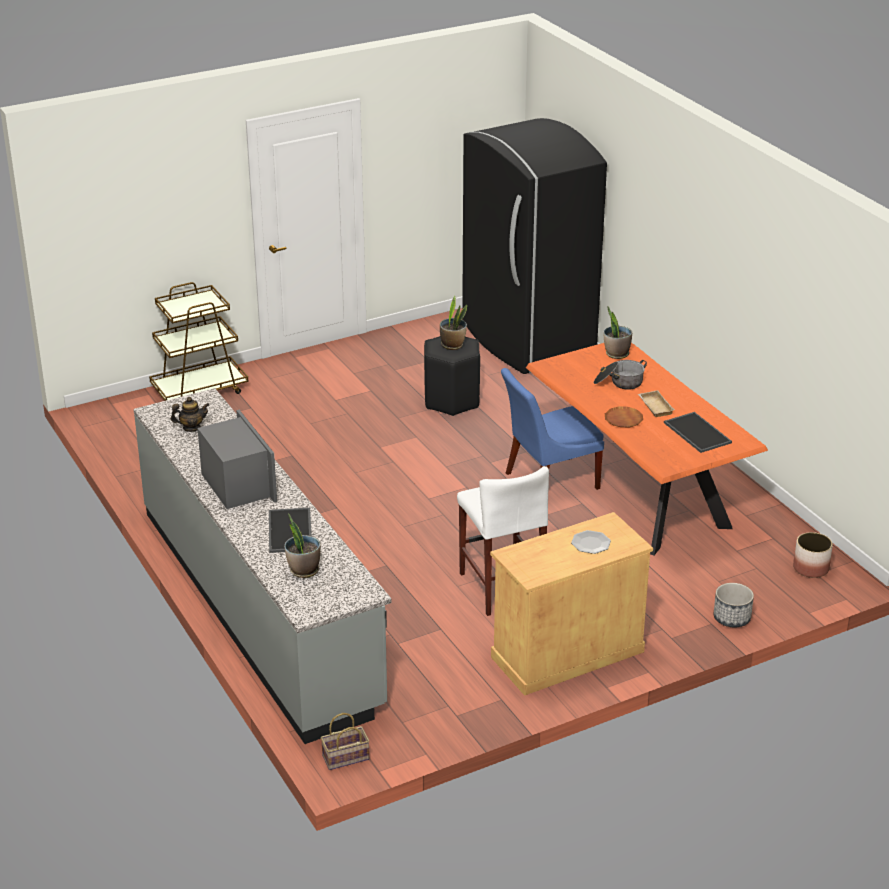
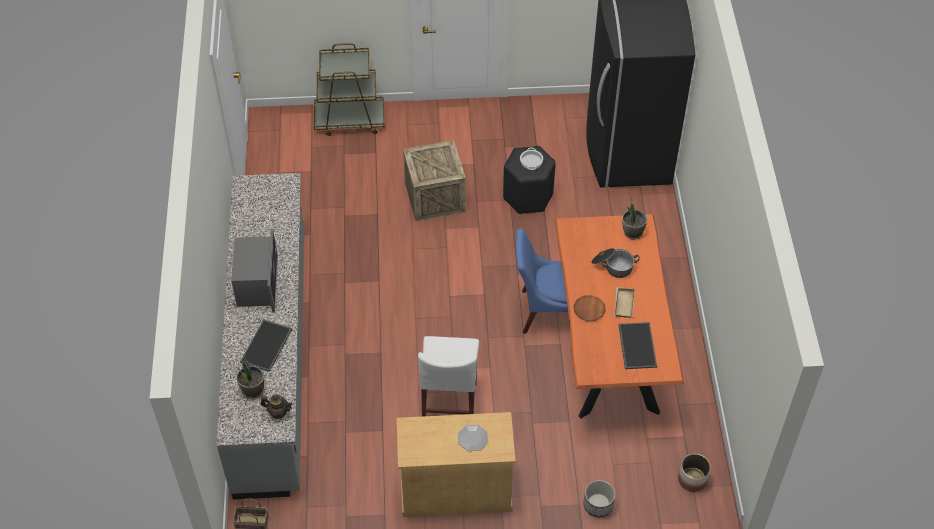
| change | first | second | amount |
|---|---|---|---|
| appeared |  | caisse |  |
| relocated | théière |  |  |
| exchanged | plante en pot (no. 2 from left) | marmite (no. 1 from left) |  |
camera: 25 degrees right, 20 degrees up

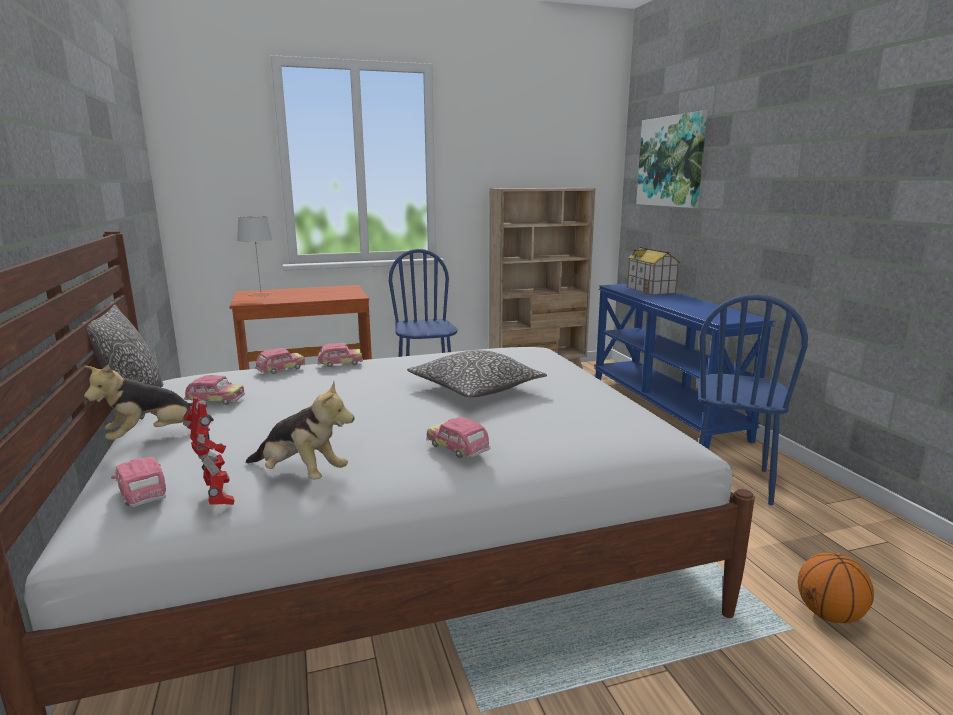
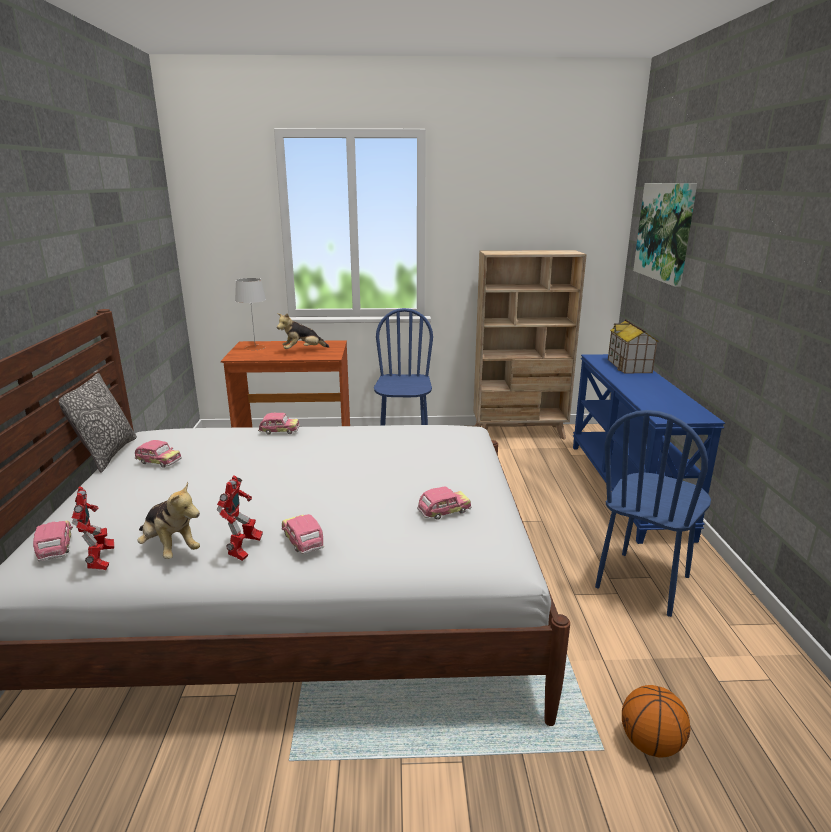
| change | first | second | amount |
|---|---|---|---|
| missing | coussin (no. 2 from left) |  |  |
| appeared |  | robot jouet (no. 2 from left) |  |
| relocated | peluche (no. 1 from left in the first image) | peluche (no. 2 from left) |  |
| relocated | petite voiture (no. 3 from left in the first image) | petite voiture (no. 5 from left) |  |
camera: 15 degrees right, 5 degrees up

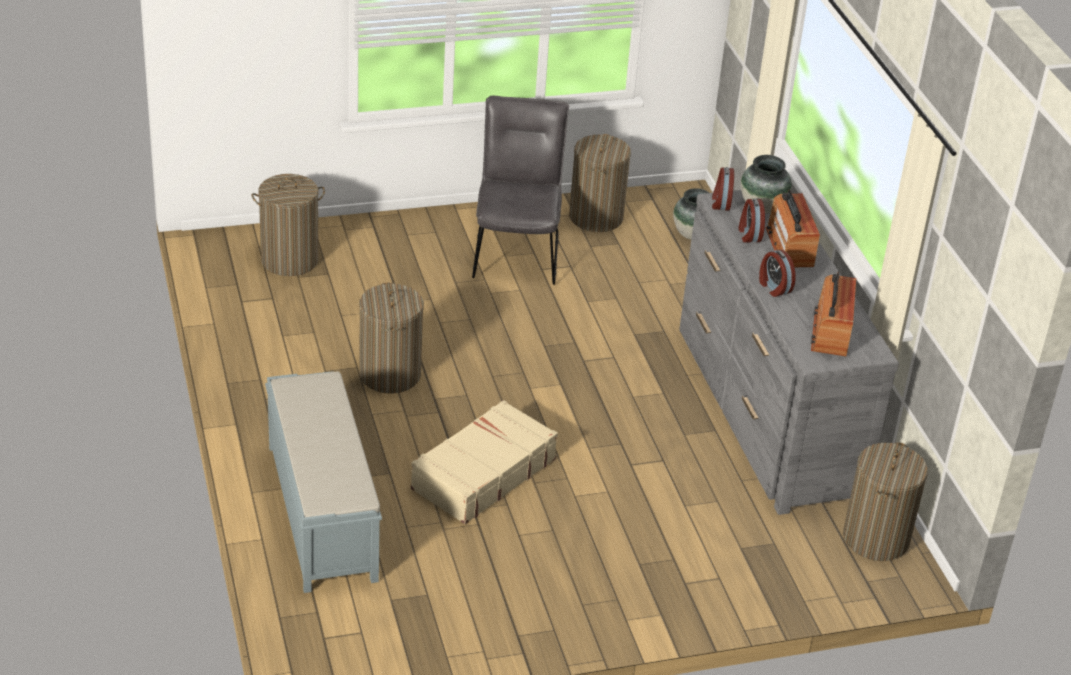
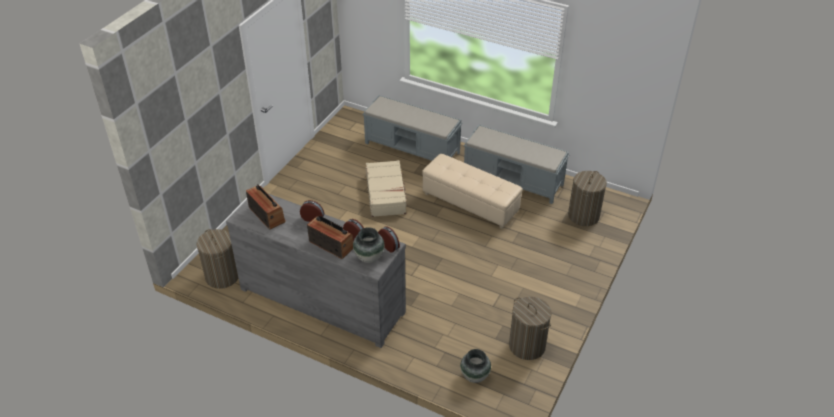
| change | first | second | amount |
|---|---|---|---|
| missing | chaise (gris) |  |  |
| appeared |  | banc (gris) (no. 2 from left) |  |
| exchanged | panier à linge (no. 2 from left) | pouf (beige) |  |
camera: 135 degrees right, 5 degrees up

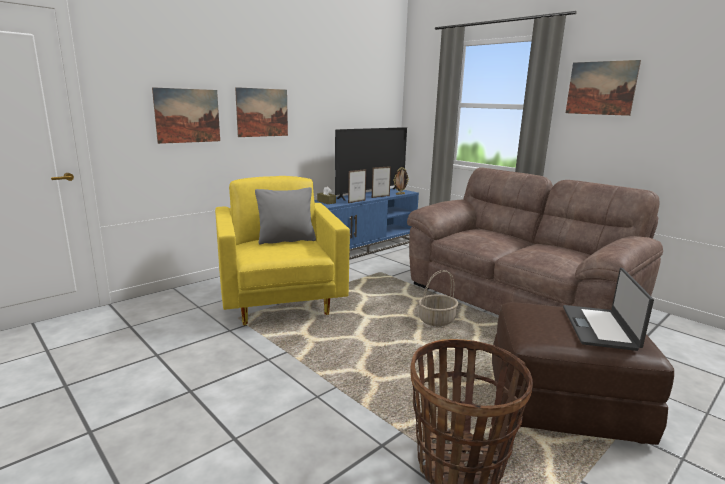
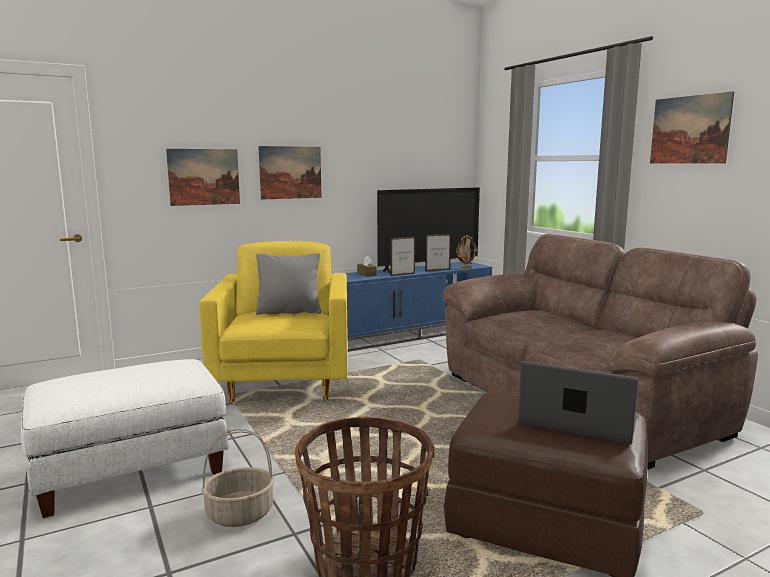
| change | first | second | amount |
|---|---|---|---|
| appeared |  | pouf (blanc) |  |
| relocated | panier (no. 1 from left) |  |  |
| spun | ordinateur portable |  | 90 degrees clockwise |
camera: 15 degrees right, 5 degrees down

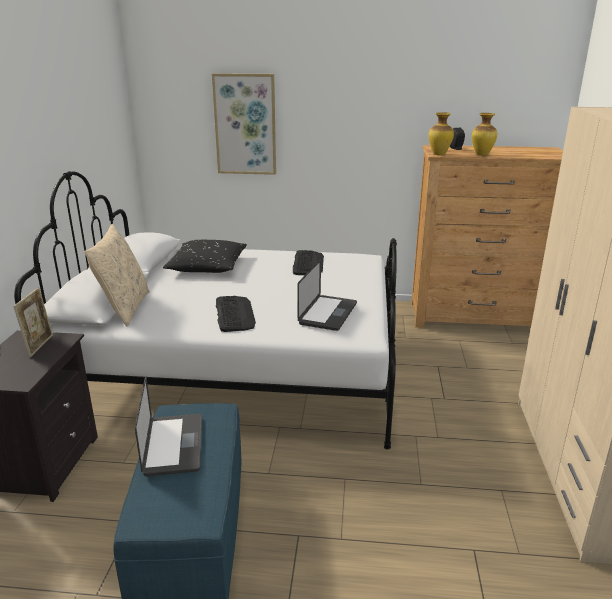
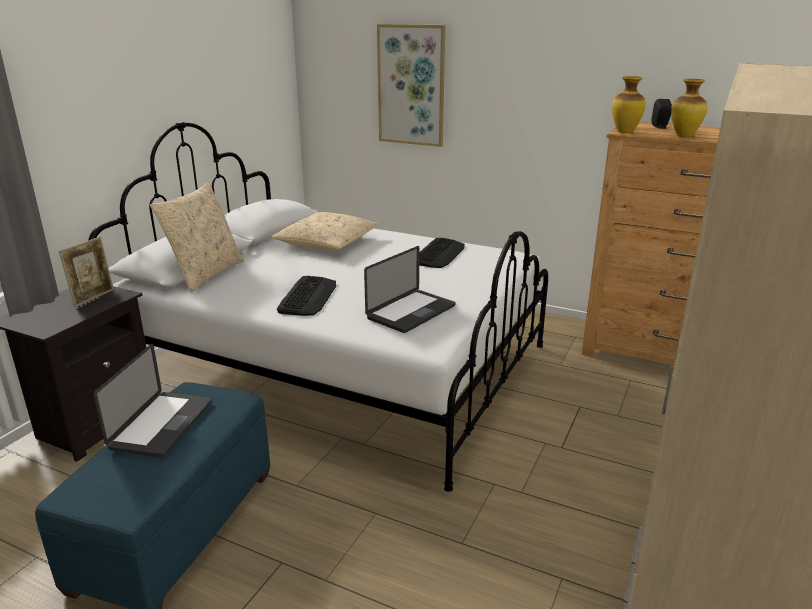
| change | first | second | amount |
|---|---|---|---|
| colour | coussin (noir) | coussin (beige) (no. 2 from left) |  |
camera: 20 degrees right, 0 degrees up

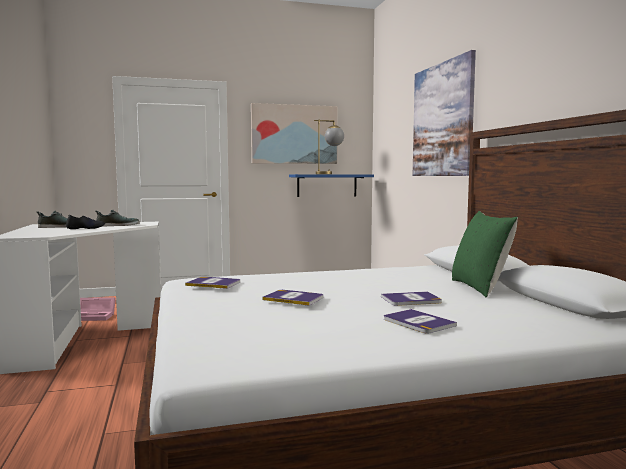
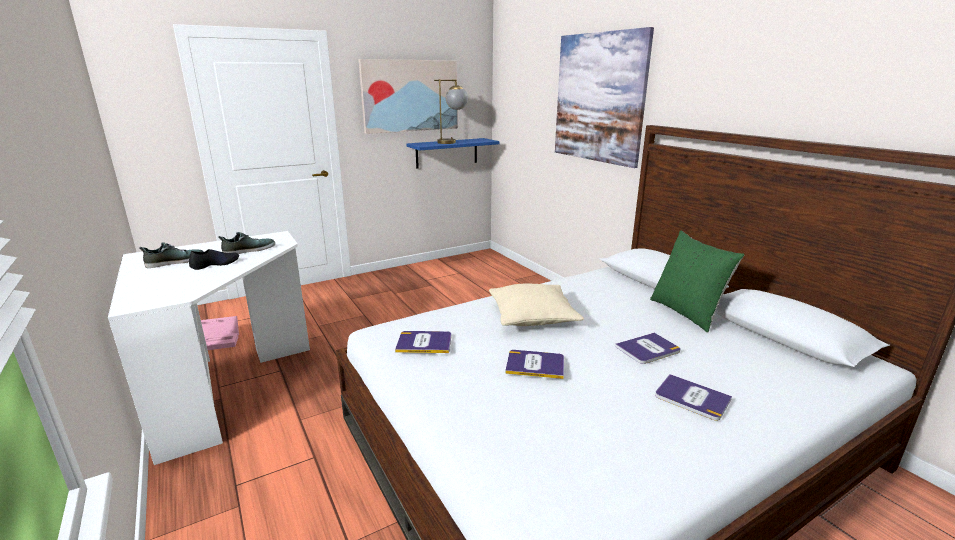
| change | first | second | amount |
|---|---|---|---|
| appeared |  | coussin (beige) |  |
camera: 15 degrees left, 15 degrees up

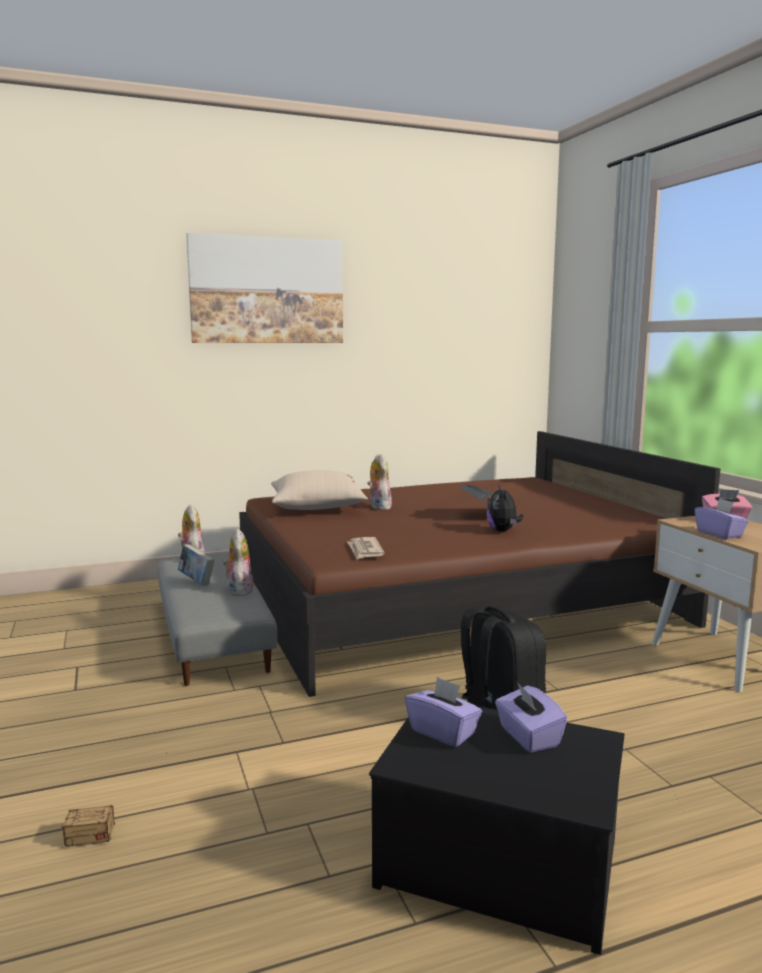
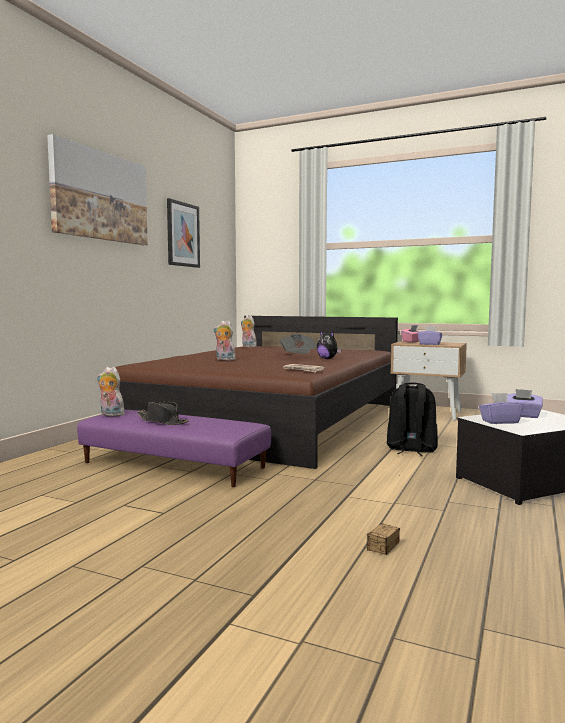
| change | first | second | amount |
|---|---|---|---|
| missing | coussin (beige) |  |  |
| appeared |  | tableau (no. 2 from left) |  |
| relocated | peluche (no. 2 from left in the first image) | peluche (no. 3 from left) |  |
| exchanged | livre | chapeau (noir) |  |
| colour | pouf (gris) | pouf (violet) |  |
camera: 45 degrees left, 5 degrees down

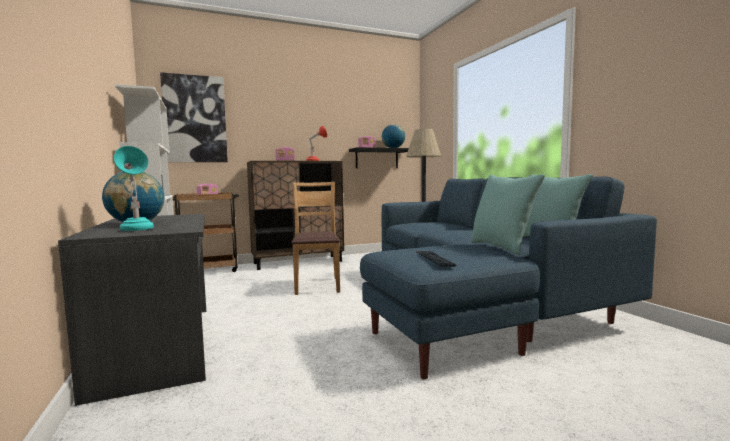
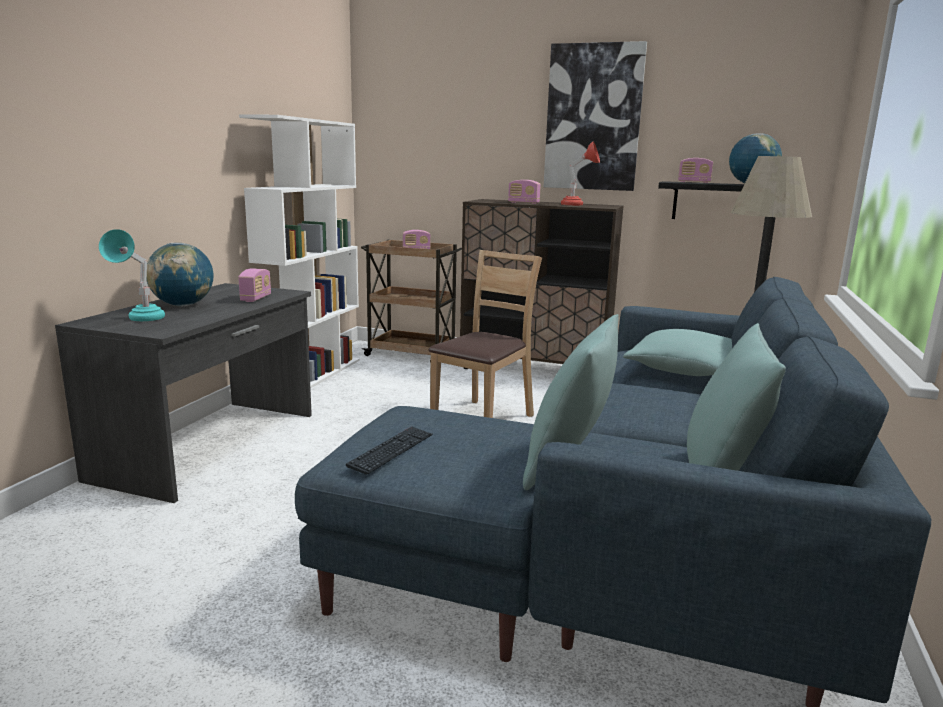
| change | first | second | amount |
|---|---|---|---|
| appeared |  | radio (no. 1 from left) |  |
| appeared |  | coussin (turquoise) (no. 2 from left) |  |
| relocated | tableau |  |  |
camera: 40 degrees right, 10 degrees up

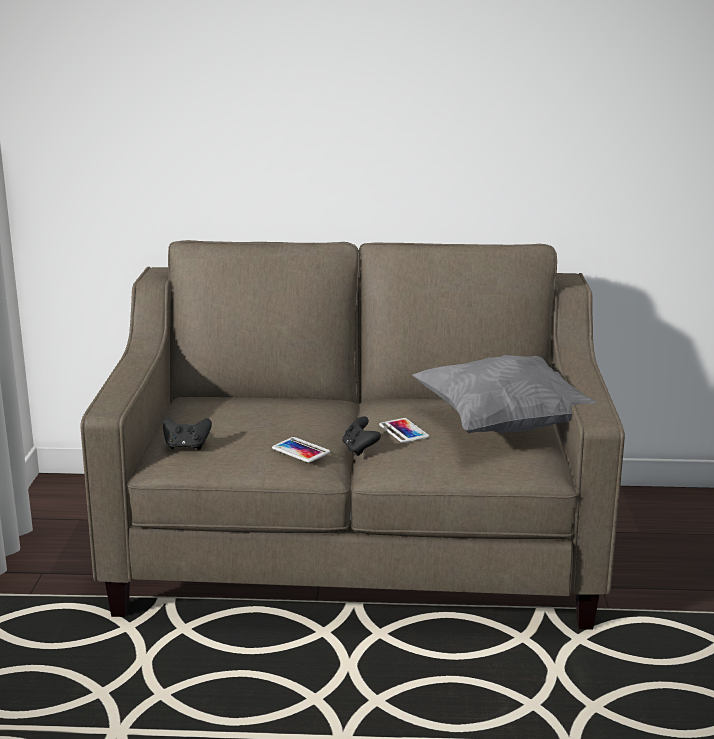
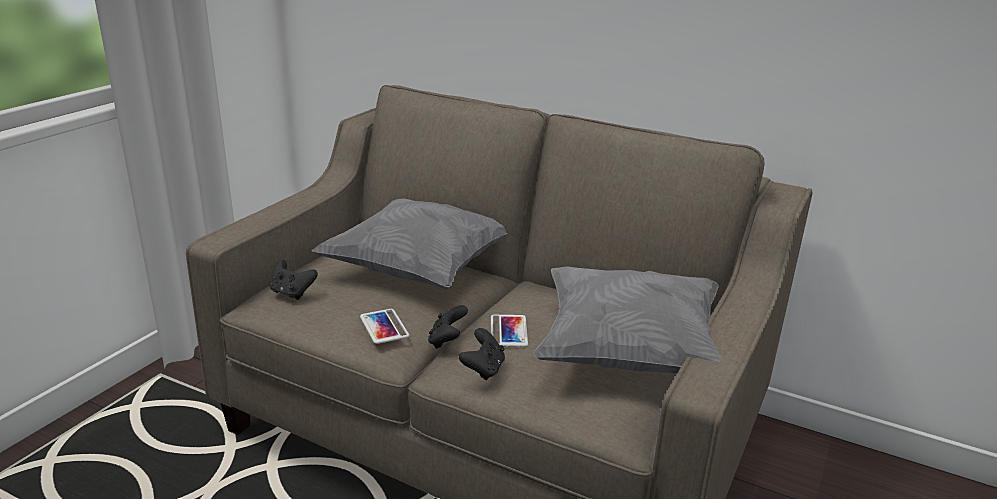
| change | first | second | amount |
|---|---|---|---|
| appeared |  | coussin (gris) (no. 1 from left) |  |
| appeared |  | manette (noir) (no. 3 from left) |  |
camera: 25 degrees right, 5 degrees up

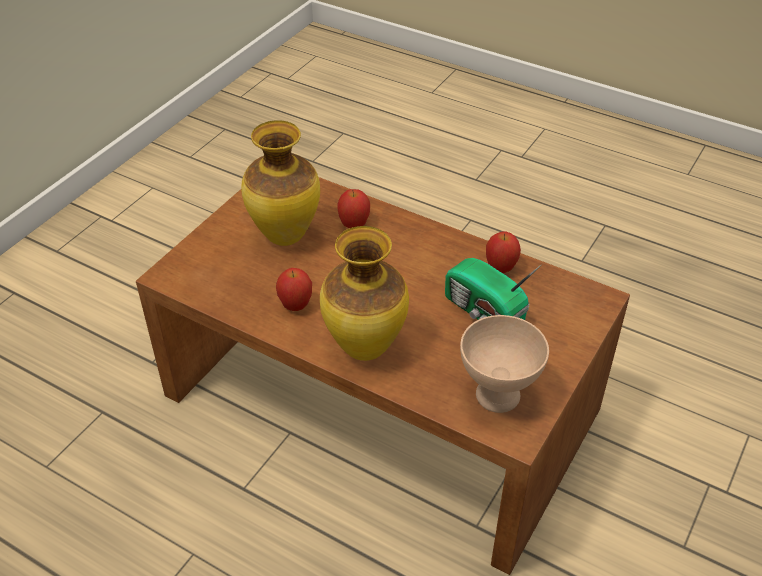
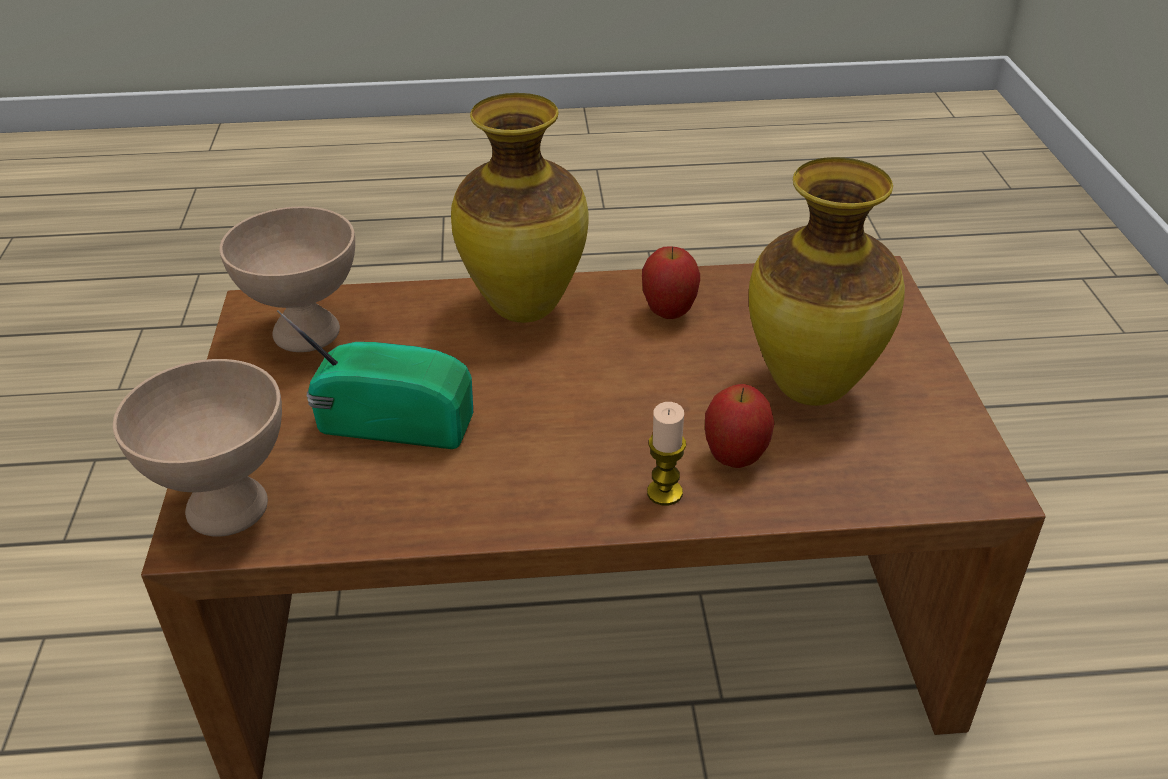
| change | first | second | amount |
|---|---|---|---|
| missing | pomme (no. 3 from left) |  |  |
| appeared |  | bol (beige) (no. 1 from left) |  |
| appeared |  | bougie |  |
camera: 145 degrees right, 5 degrees down

